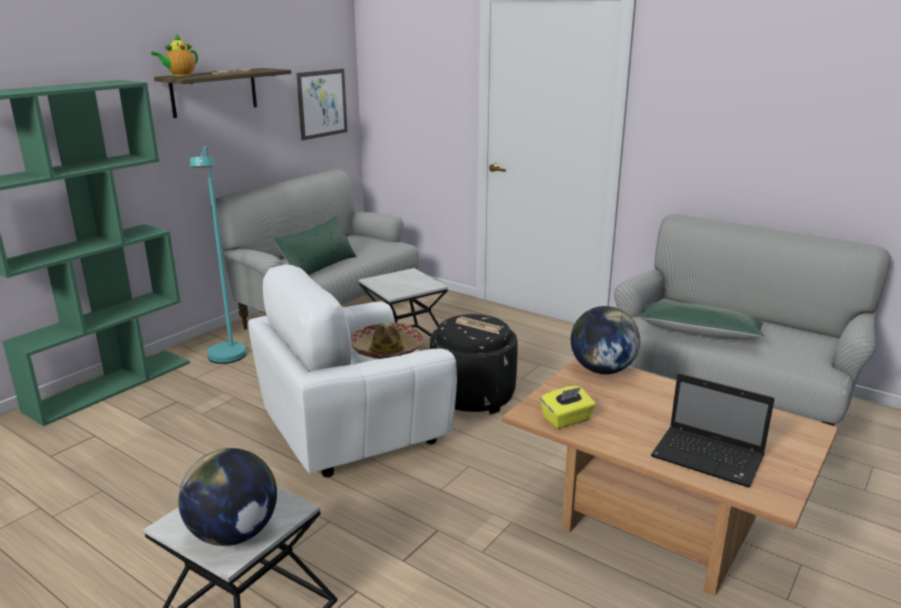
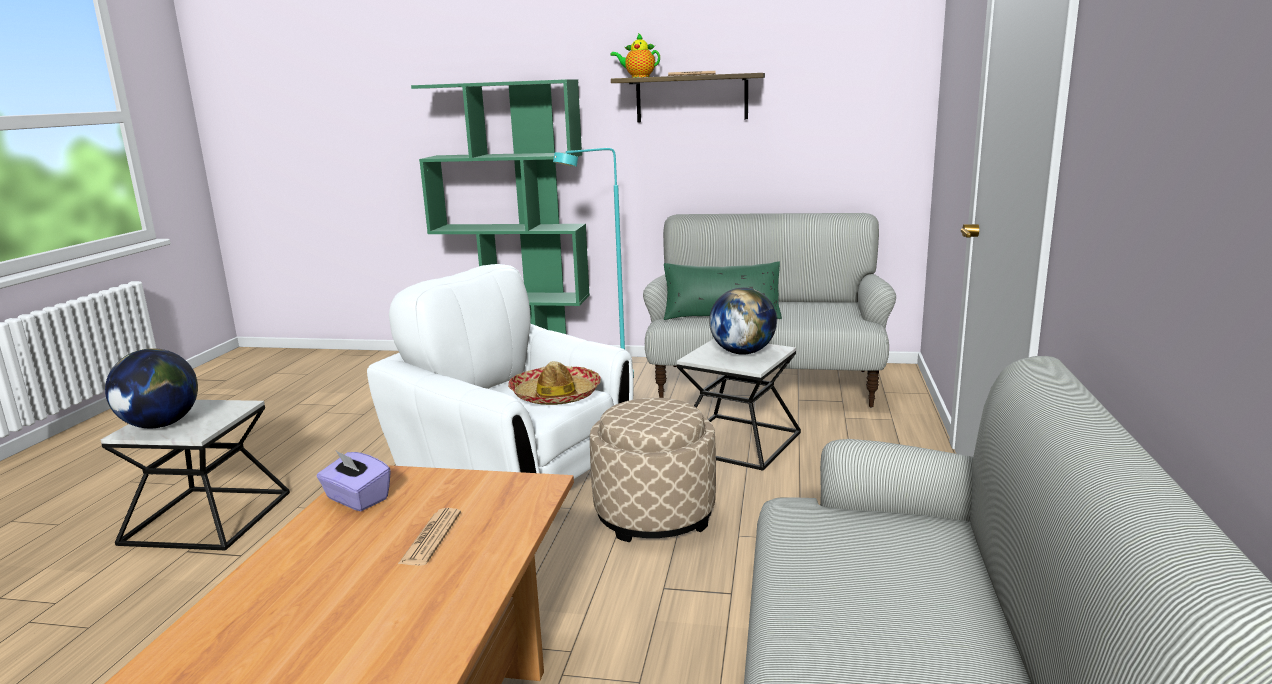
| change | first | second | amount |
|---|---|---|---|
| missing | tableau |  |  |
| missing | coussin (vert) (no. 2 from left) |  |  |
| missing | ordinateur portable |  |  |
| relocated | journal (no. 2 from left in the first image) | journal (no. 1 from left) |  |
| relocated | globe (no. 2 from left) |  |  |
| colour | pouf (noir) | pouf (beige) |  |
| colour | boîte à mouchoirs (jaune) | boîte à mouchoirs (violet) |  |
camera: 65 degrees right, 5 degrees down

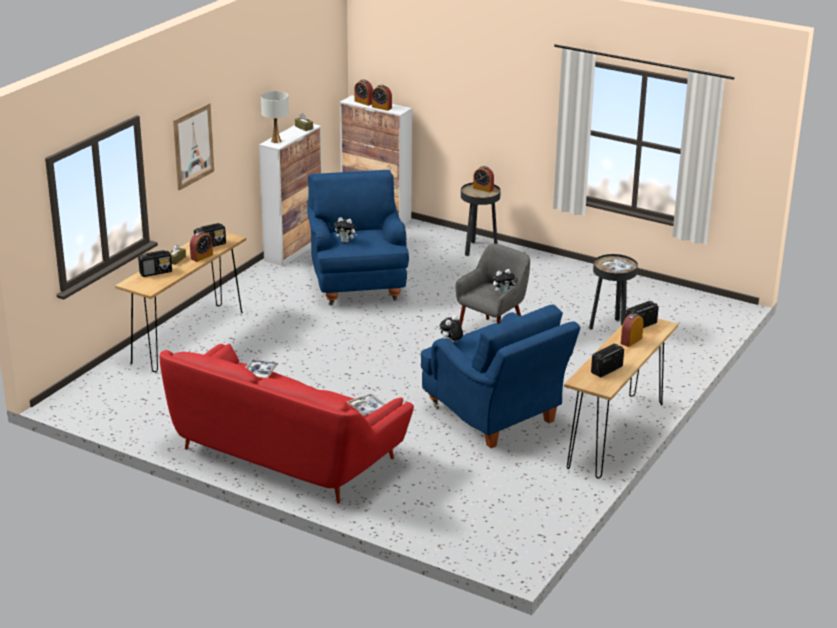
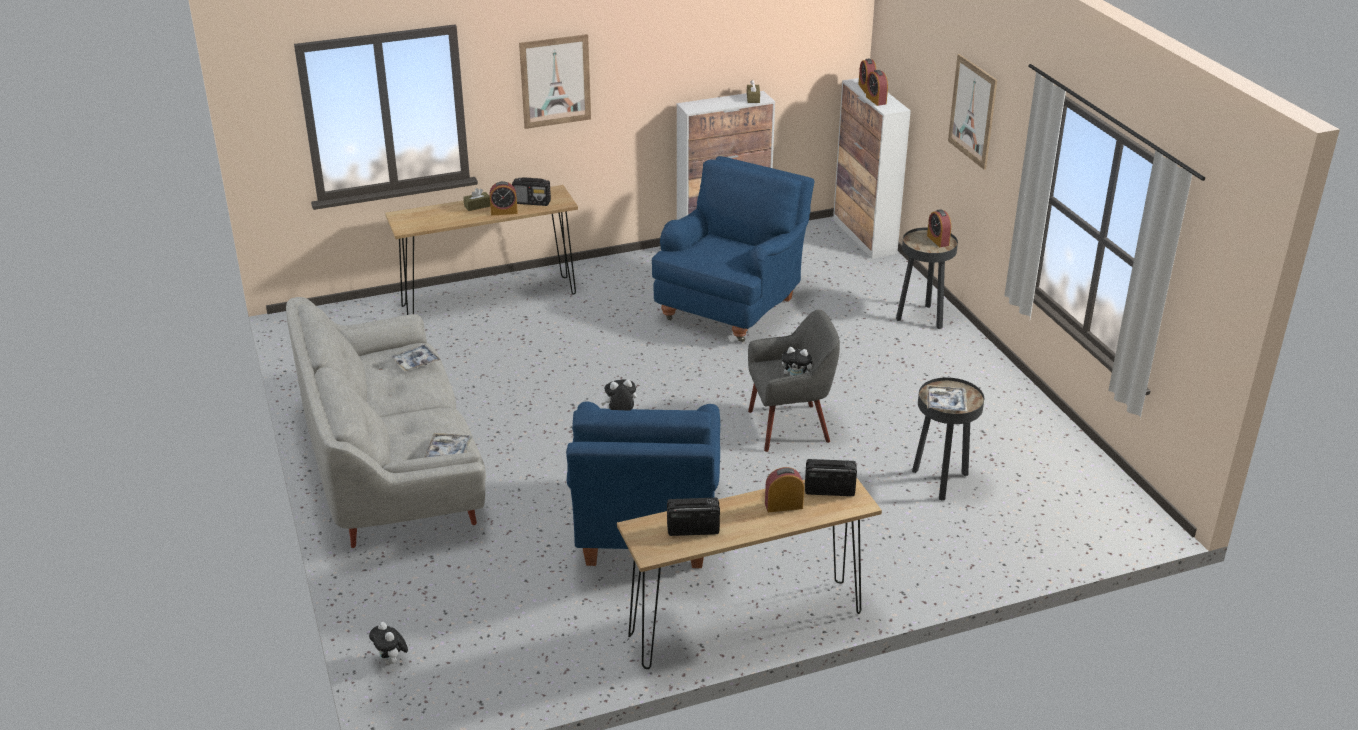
| change | first | second | amount |
|---|---|---|---|
| missing | radio (no. 1 from left) |  |  |
| missing | lampe de table (blanc) |  |  |
| appeared |  | tableau (no. 2 from left) |  |
| relocated | peluche (no. 1 from left) |  |  |
| colour | canapé (rouge) | canapé (gris) |  |
camera: 40 degrees right, 5 degrees up

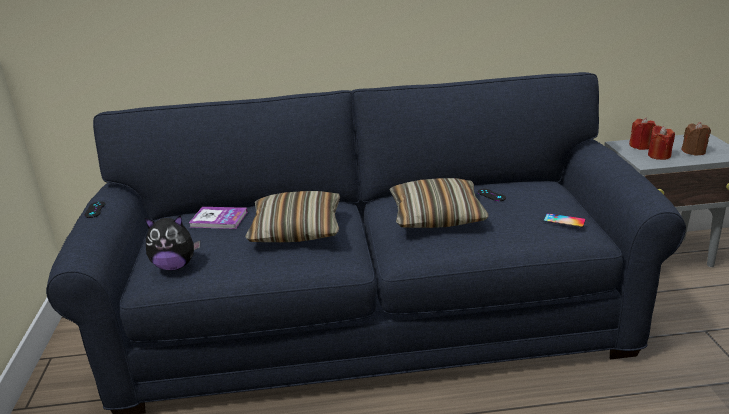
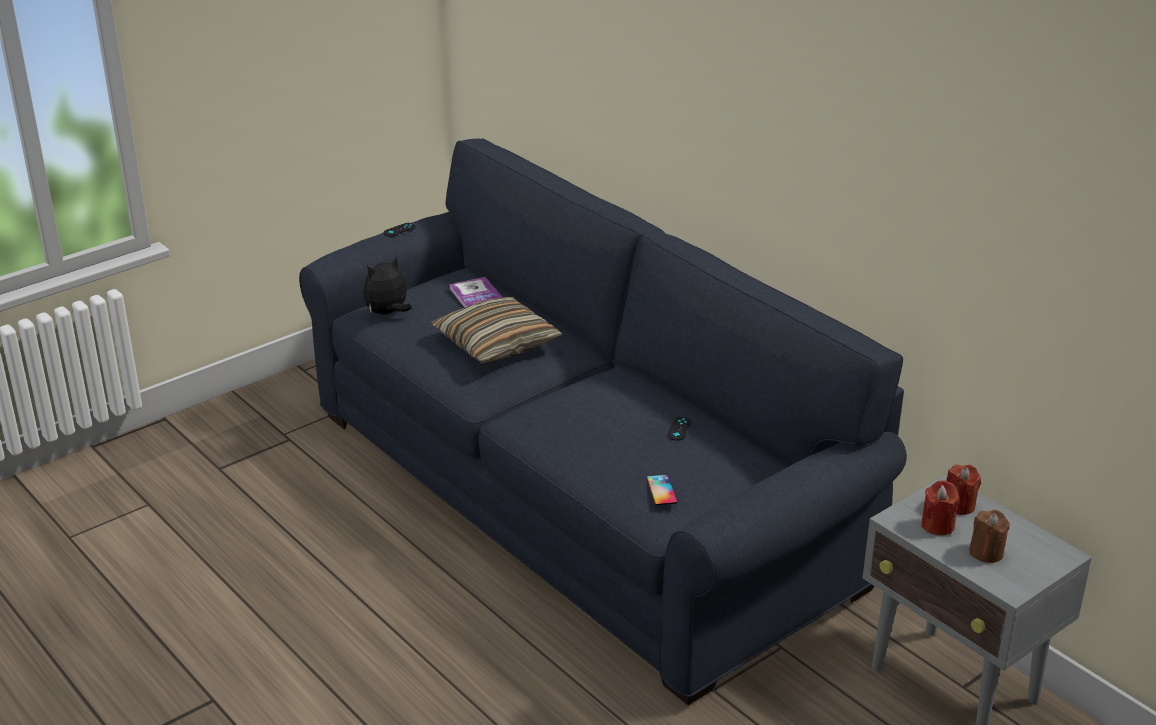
| change | first | second | amount |
|---|---|---|---|
| missing | coussin (no. 2 from left) |  |  |
| spun | peluche |  | 90 degrees clockwise |
camera: 55 degrees right, 5 degrees up

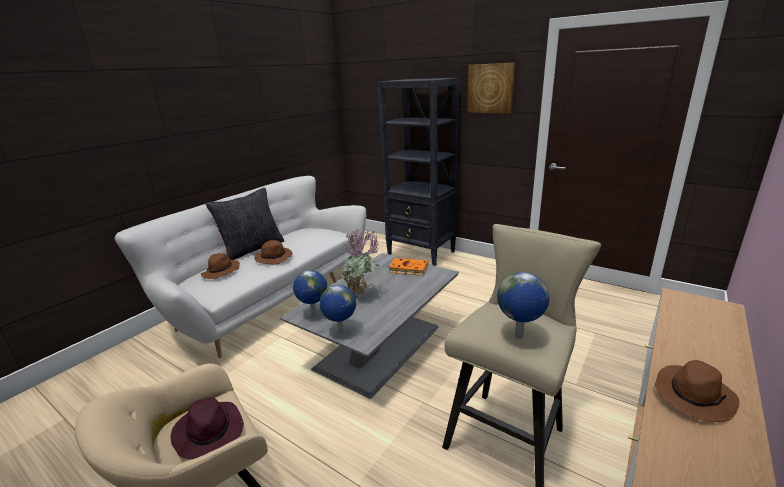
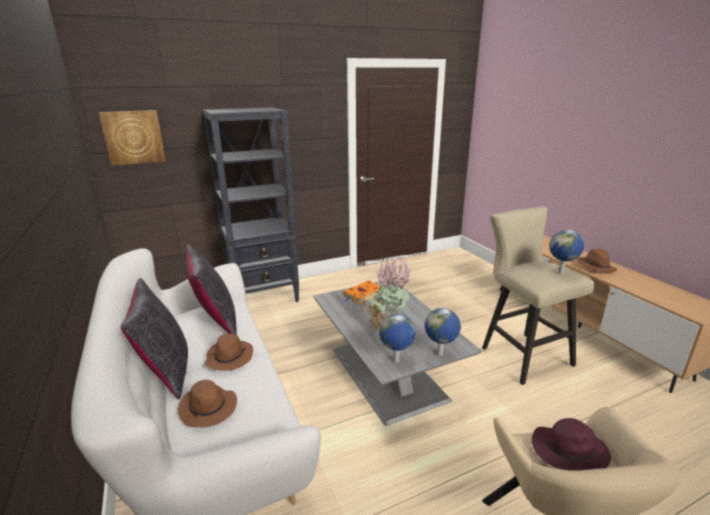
| change | first | second | amount |
|---|---|---|---|
| appeared |  | coussin (noir) (no. 2 from left) |  |
| relocated | tableau |  |  |
camera: 60 degrees left, 0 degrees up

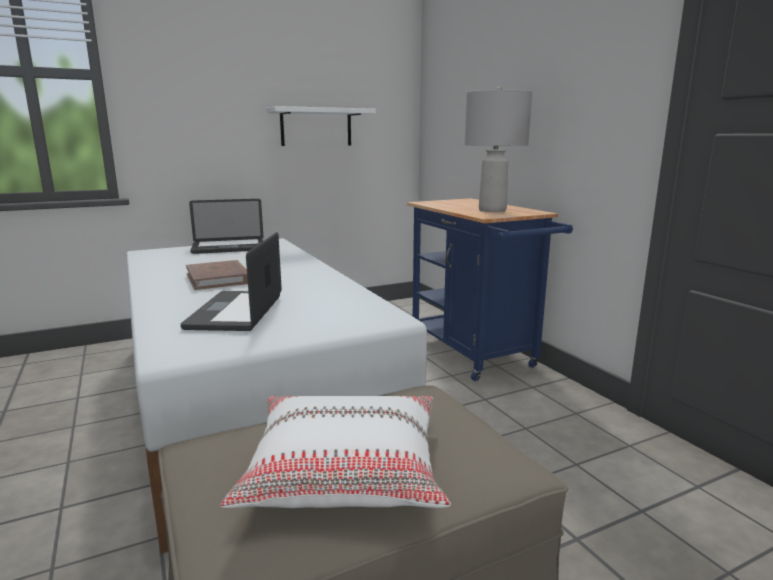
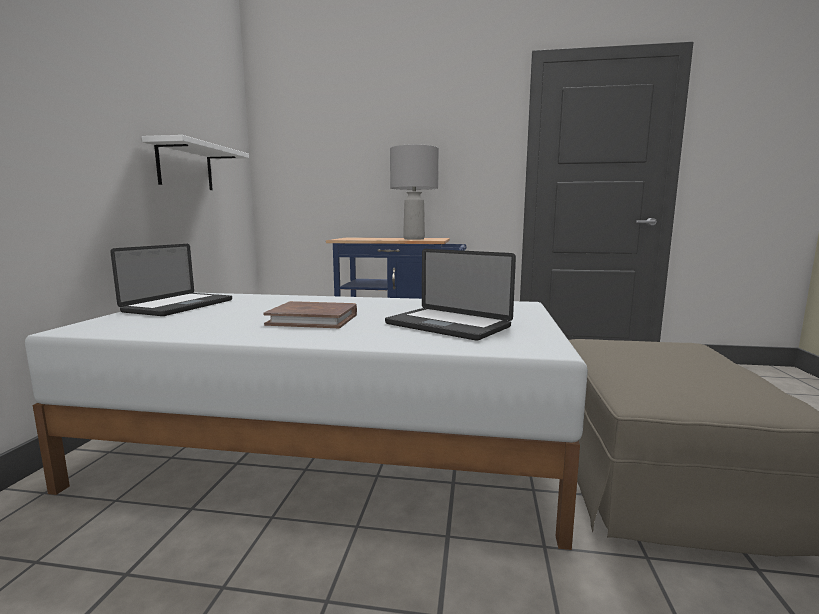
| change | first | second | amount |
|---|---|---|---|
| missing | coussin (blanc) |  |  |
camera: 55 degrees left, 5 degrees down

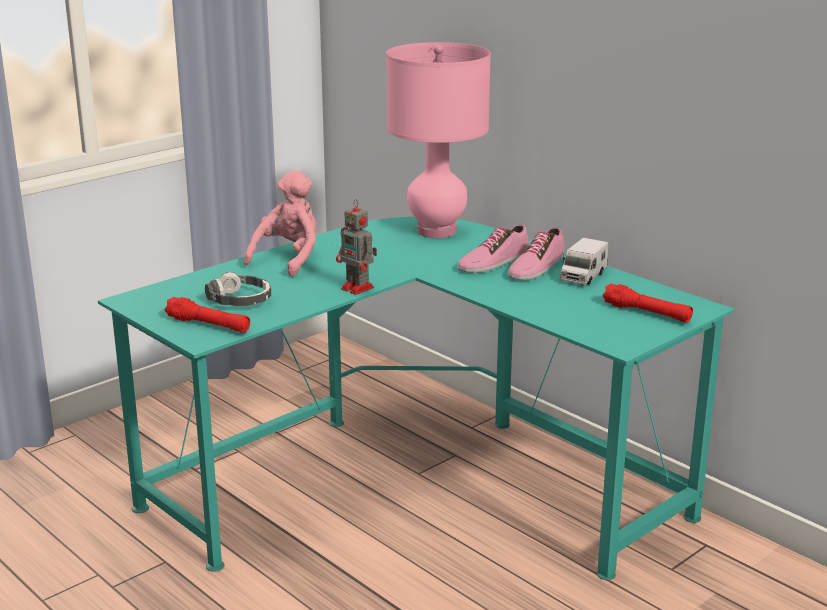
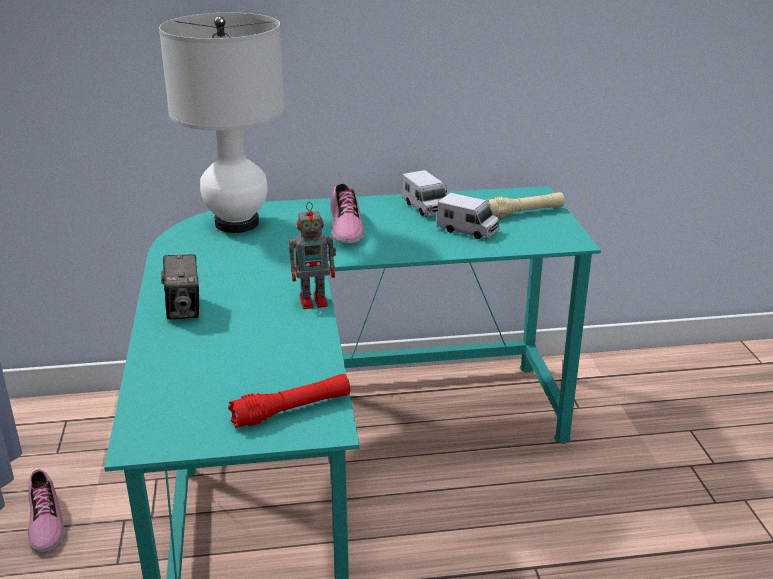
| change | first | second | amount |
|---|---|---|---|
| missing | casque audio |  |  |
| appeared |  | camion jouet (no. 2 from left) |  |
| relocated | chaussure (no. 2 from left in the first image) | chaussure (no. 1 from left) |  |
| exchanged | peluche (rose) | appareil photo |  |
| colour | lampe de table (rose) | lampe de table (blanc) |  |
| colour | lampe de poche (rouge) (no. 2 from left) | lampe de poche (beige) |  |
camera: 55 degrees left, 5 degrees up

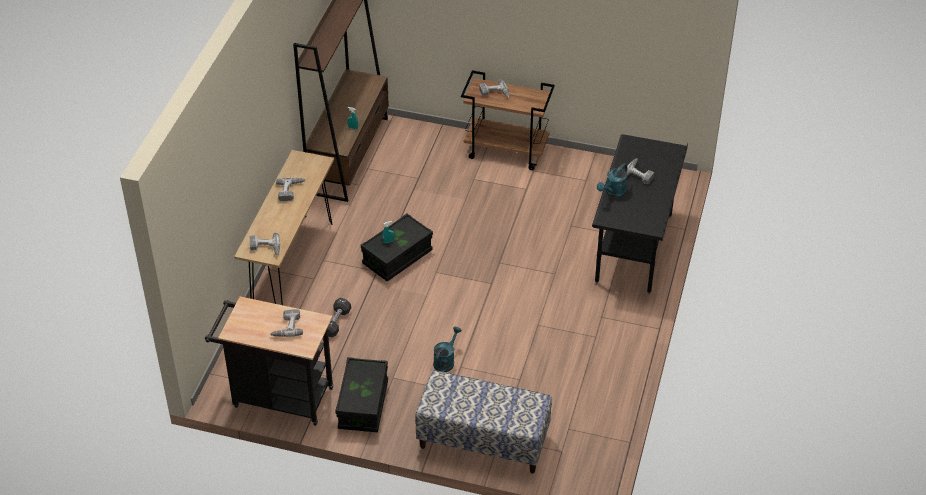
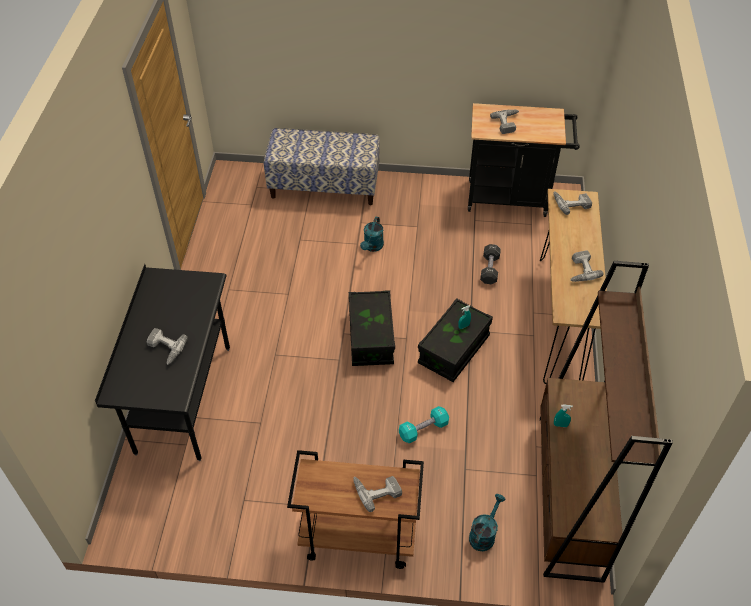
| change | first | second | amount |
|---|---|---|---|
| appeared |  | haltère (turquoise) |  |
| relocated | boîte de rangement (noir) (no. 1 from left) |  |  |
| relocated | arrosoir (turquoise) (no. 2 from left) |  |  |
camera: 170 degrees right, 5 degrees up

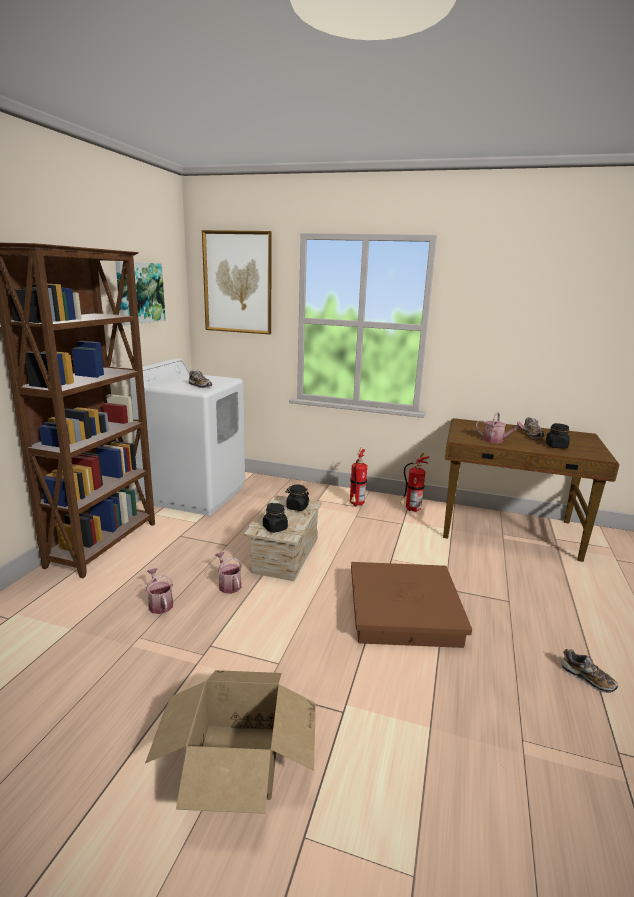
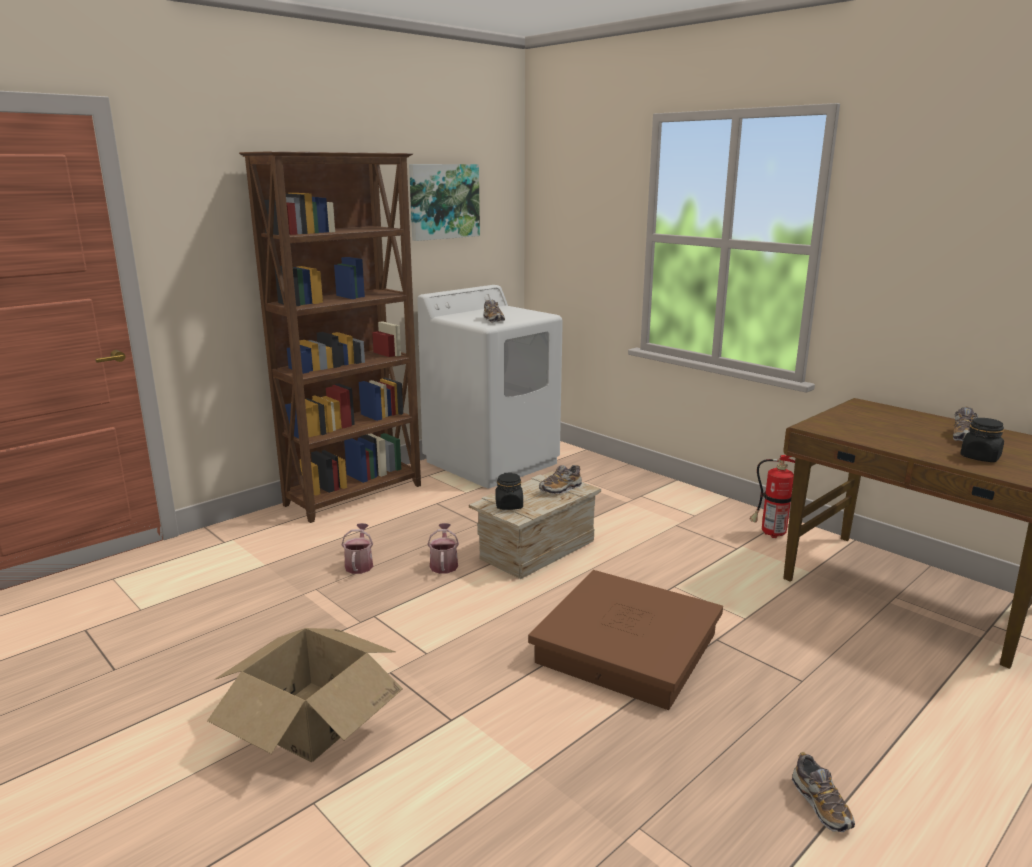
| change | first | second | amount |
|---|---|---|---|
| missing | tableau (no. 2 from left) |  |  |
| missing | extincteur (no. 1 from left) |  |  |
| missing | arrosoir (no. 3 from left) |  |  |
| exchanged | bocal (noir) (no. 2 from left) | chaussure (no. 2 from left) |  |
camera: 30 degrees right, 0 degrees up

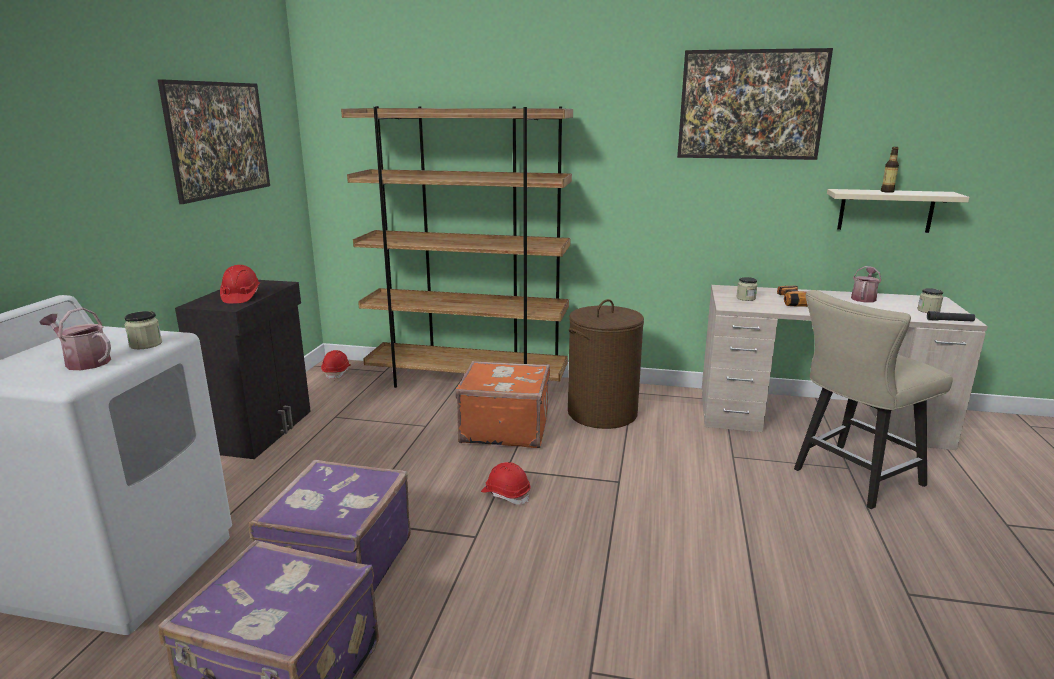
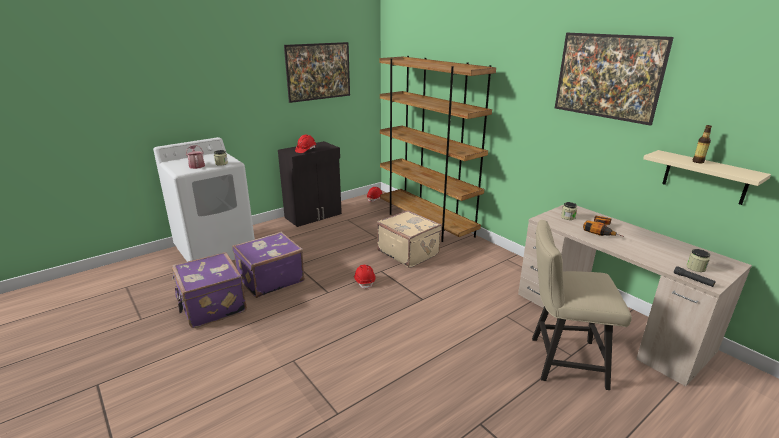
| change | first | second | amount |
|---|---|---|---|
| missing | panier à linge (marron) |  |  |
| missing | arrosoir (no. 2 from left) |  |  |
| colour | valise (orange) | valise (beige) |  |
camera: 40 degrees right, 5 degrees up

